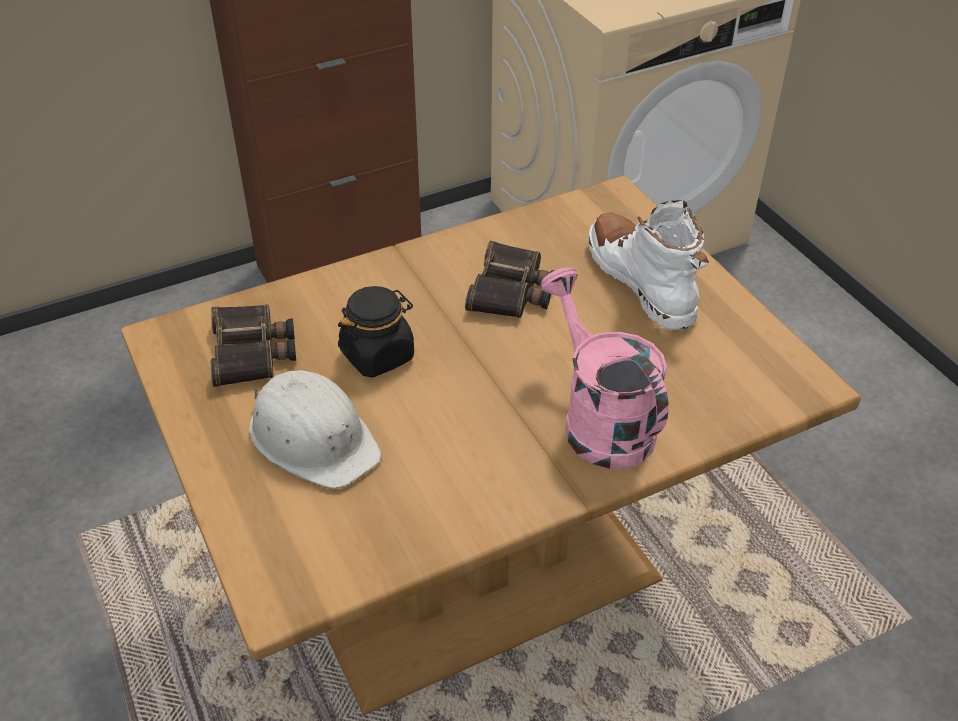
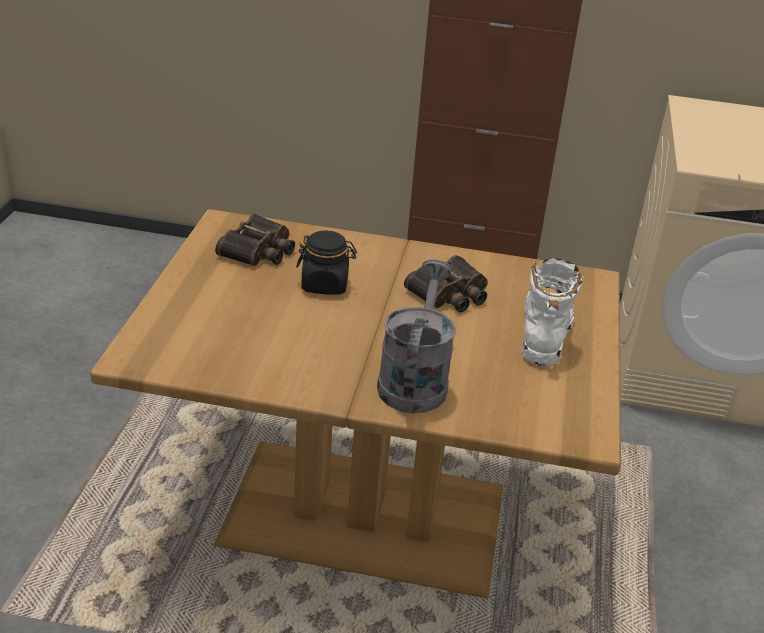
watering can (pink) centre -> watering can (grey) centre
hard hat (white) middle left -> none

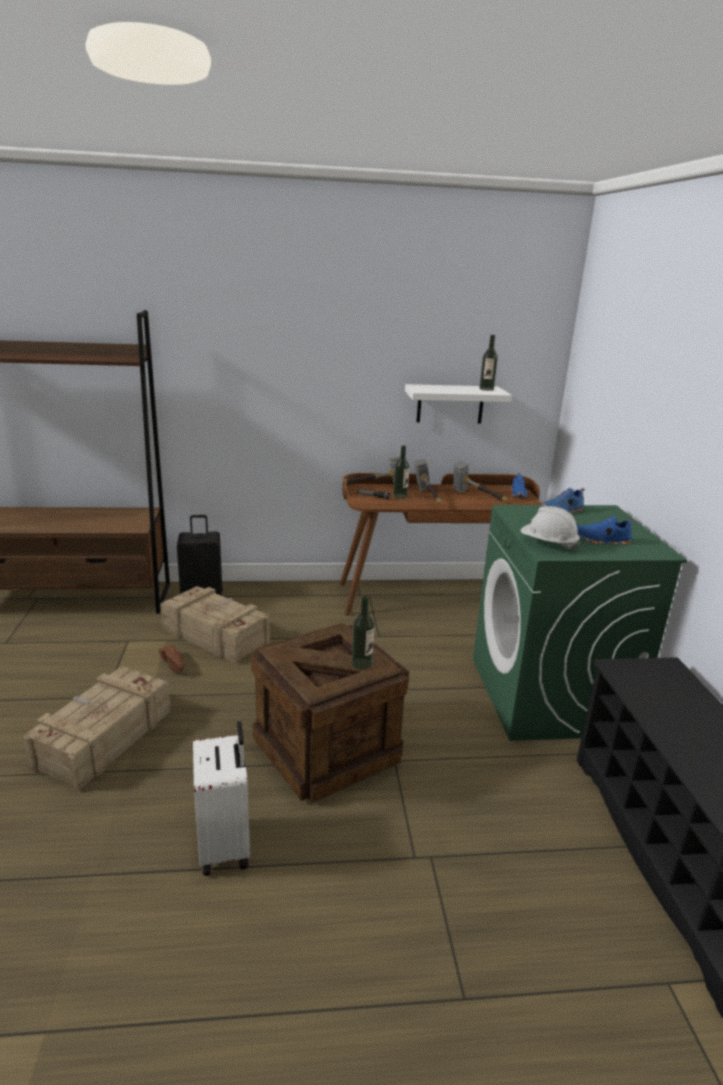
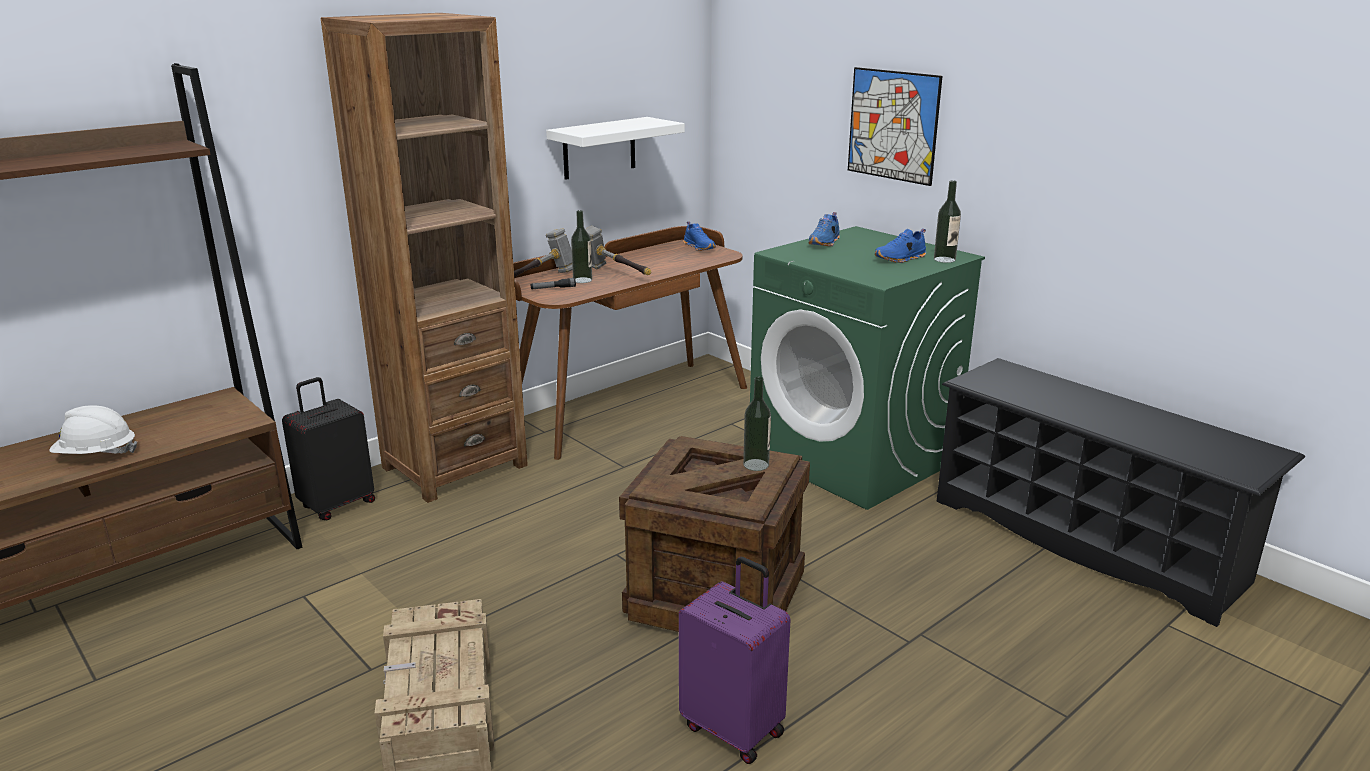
hard hat (white) middle right -> hard hat (white) middle left, relocated
none -> bookcase (brown) (no. 2 from left) middle left
suitcase (white) bottom left -> suitcase (purple) bottom centre
none -> picture top centre
bottle (no. 3 from left) middle right -> bottle (no. 3 from left) top right, relocated
shoe (brown) middle left -> none
crate (no. 2 from left) middle left -> none
hammer (no. 3 from left) centre -> none

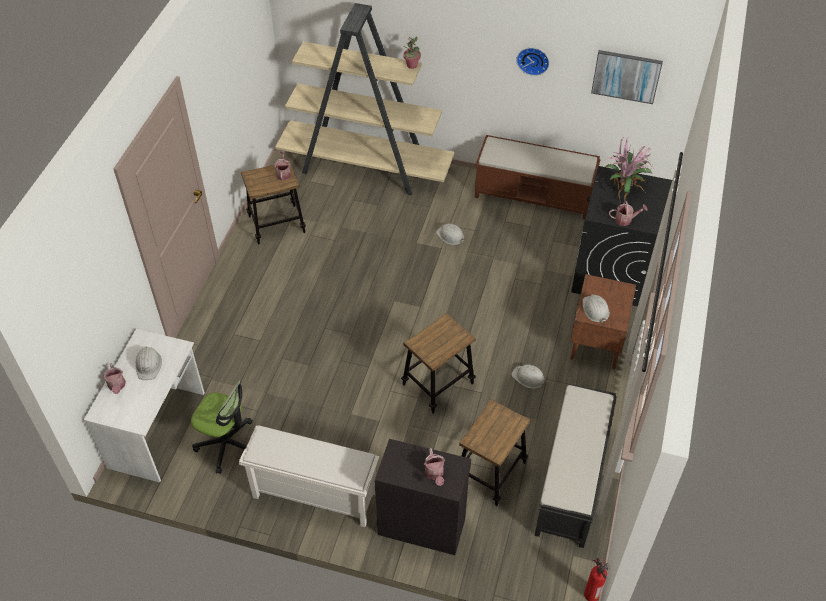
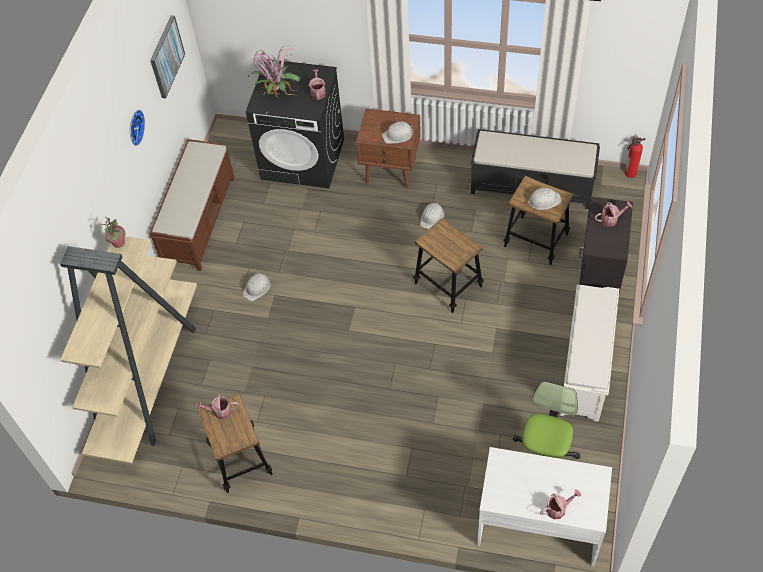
hard hat (white) (no. 1 from left in the first image) middle left -> hard hat (white) (no. 4 from left) middle right, relocated

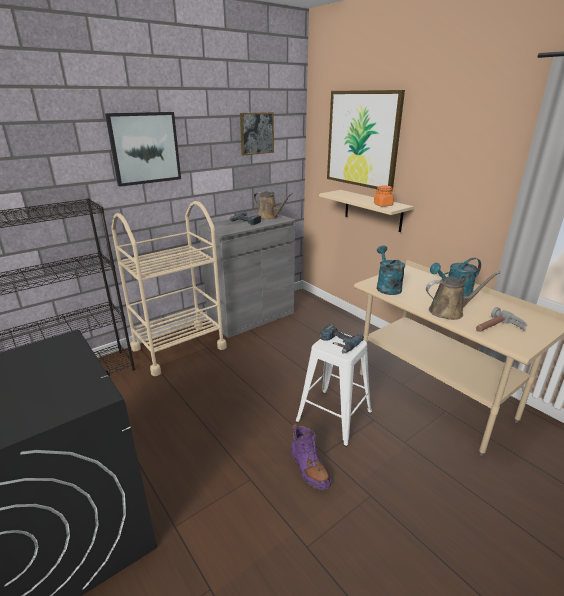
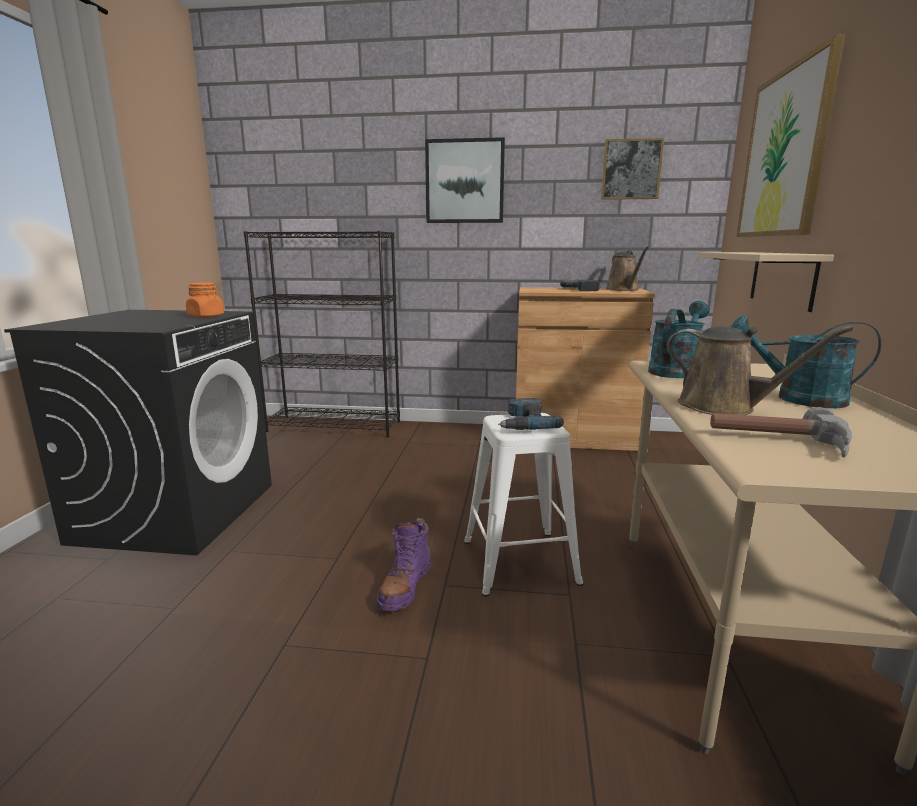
jar (orange) top right -> jar (orange) middle left, relocated
cabinet (grey) centre -> cabinet (brown) centre
cart (beige) middle left -> none

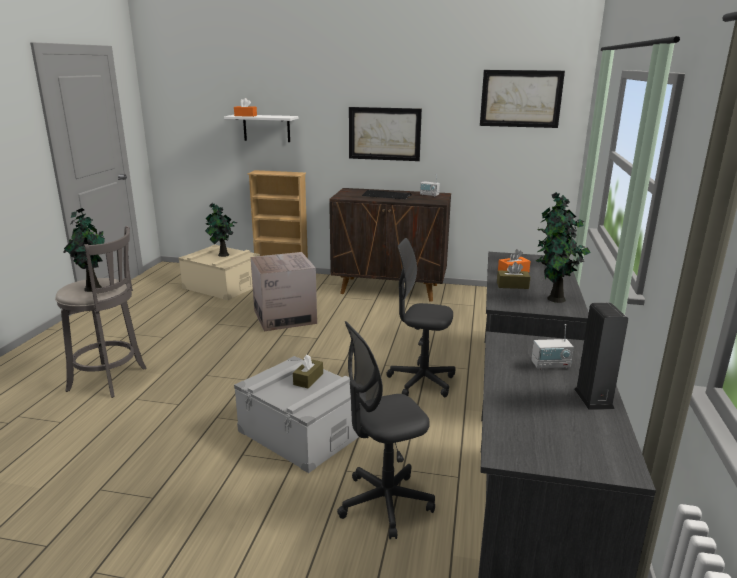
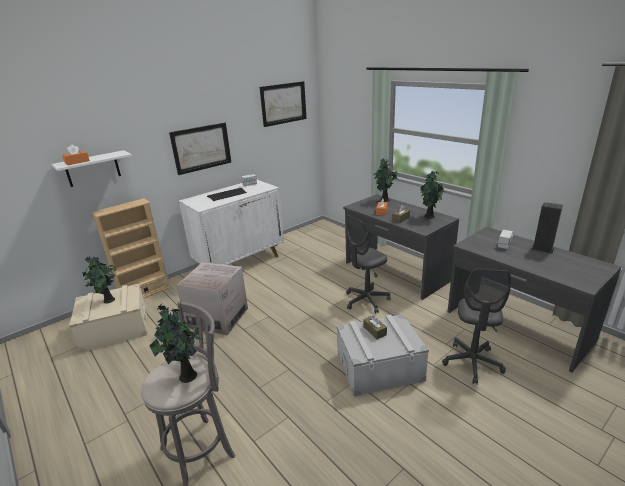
cabinet (brown) centre -> cabinet (white) centre

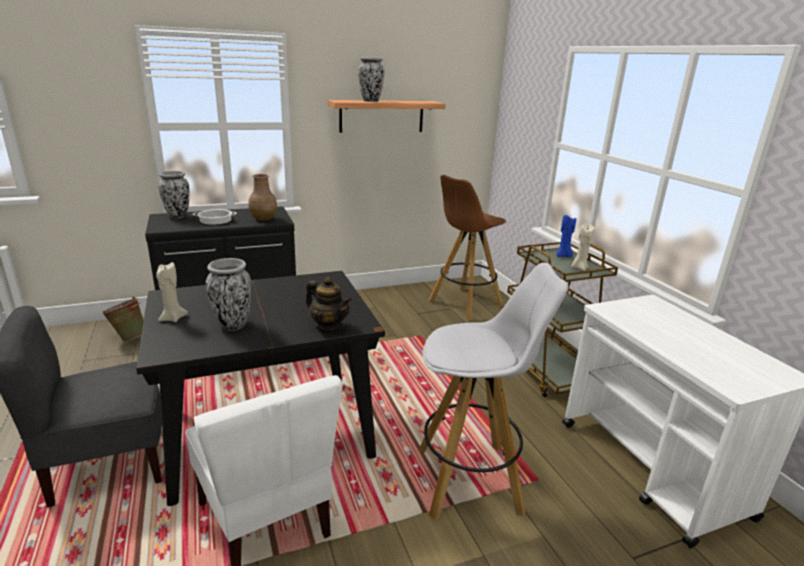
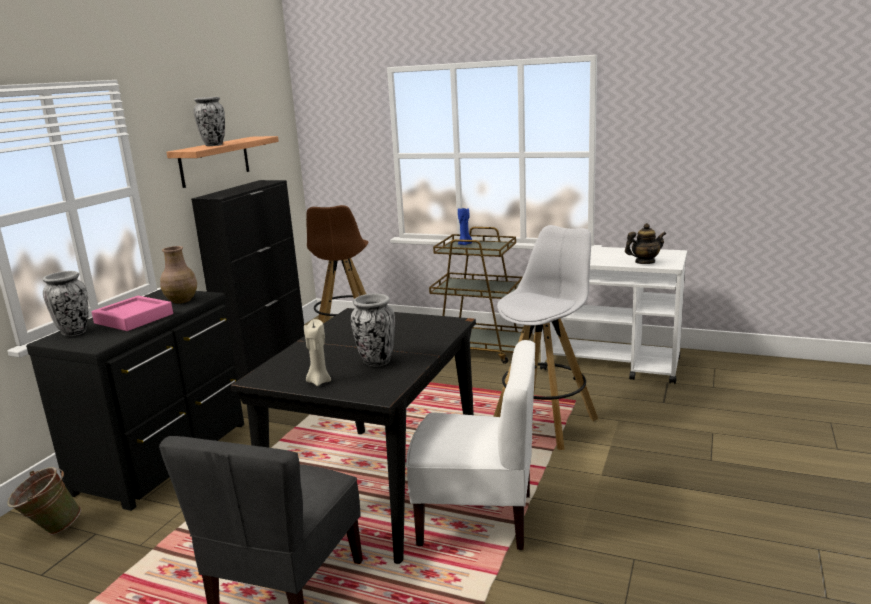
cooking pot middle left -> tray (pink) middle left
none -> cabinet (black) middle left
teapot centre -> teapot middle right, relocated
candle (beige) (no. 2 from left) middle right -> none

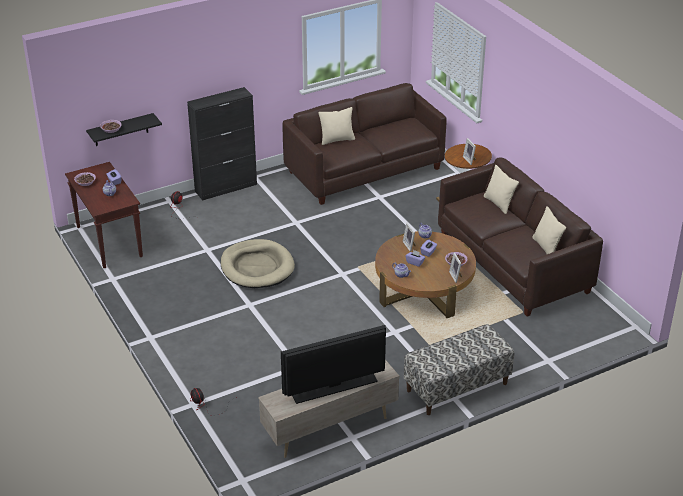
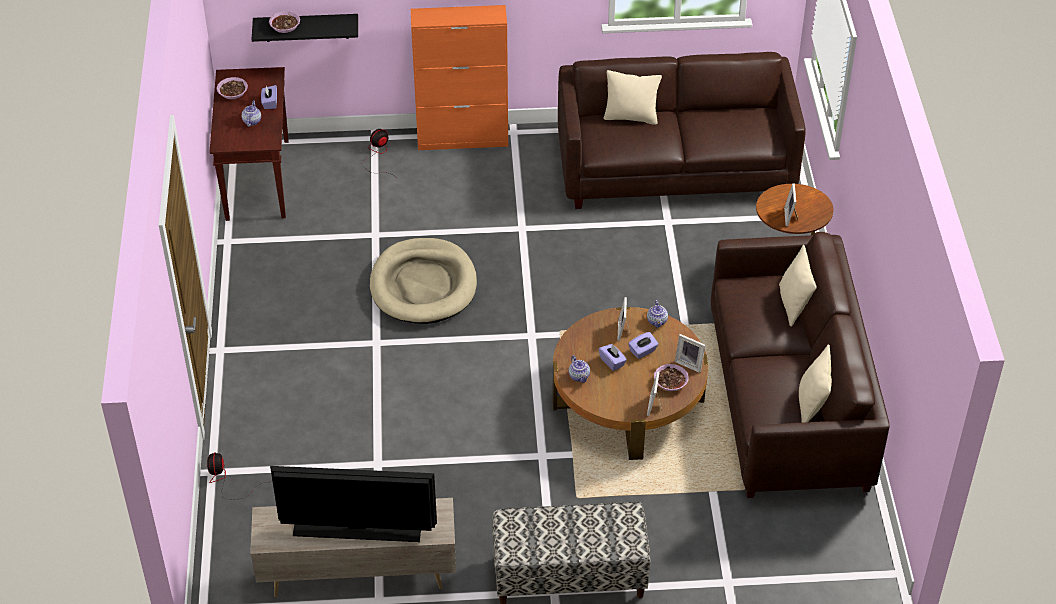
cabinet (black) top left -> cabinet (orange) top centre
none -> picture frame (no. 3 from left) centre

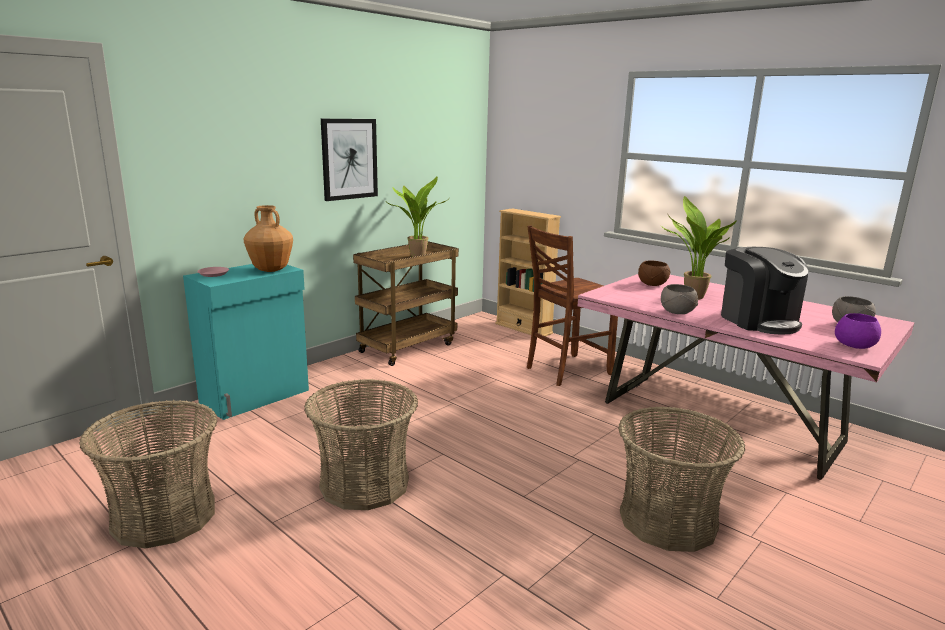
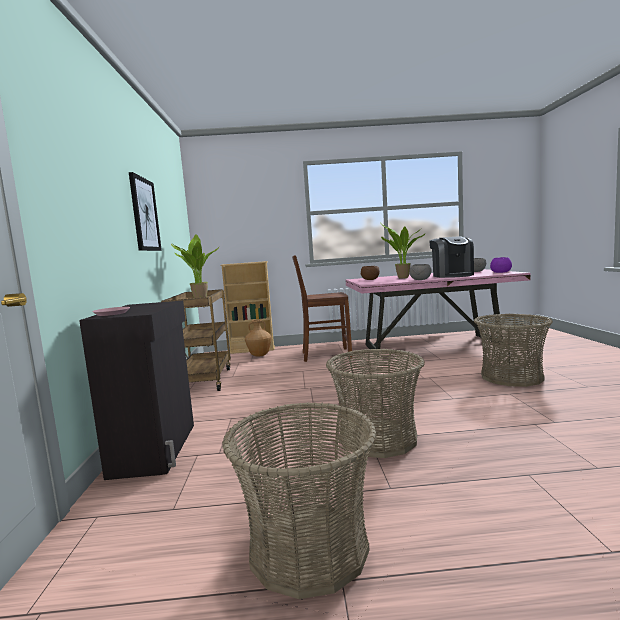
cabinet (turquoise) middle left -> cabinet (black) middle left
vase (brown) middle left -> vase (brown) centre, relocated
chair (brown) centre, 75 degrees clockwise
coffee machine middle right, 60 degrees clockwise

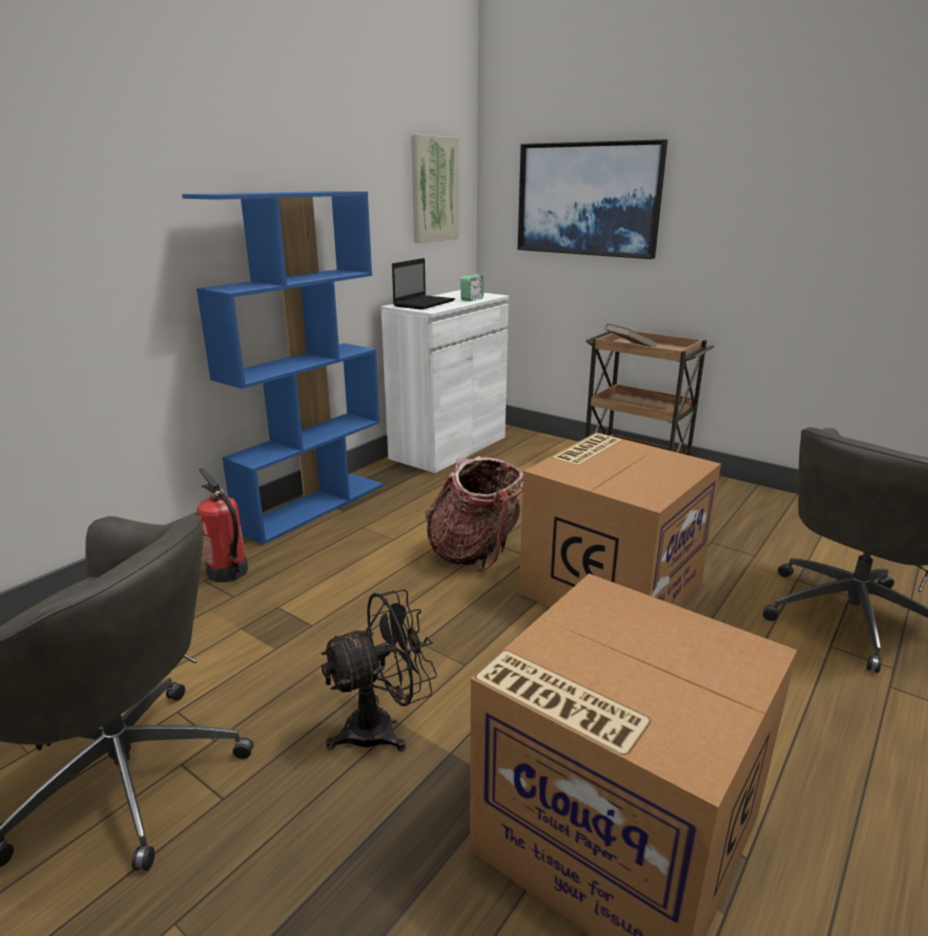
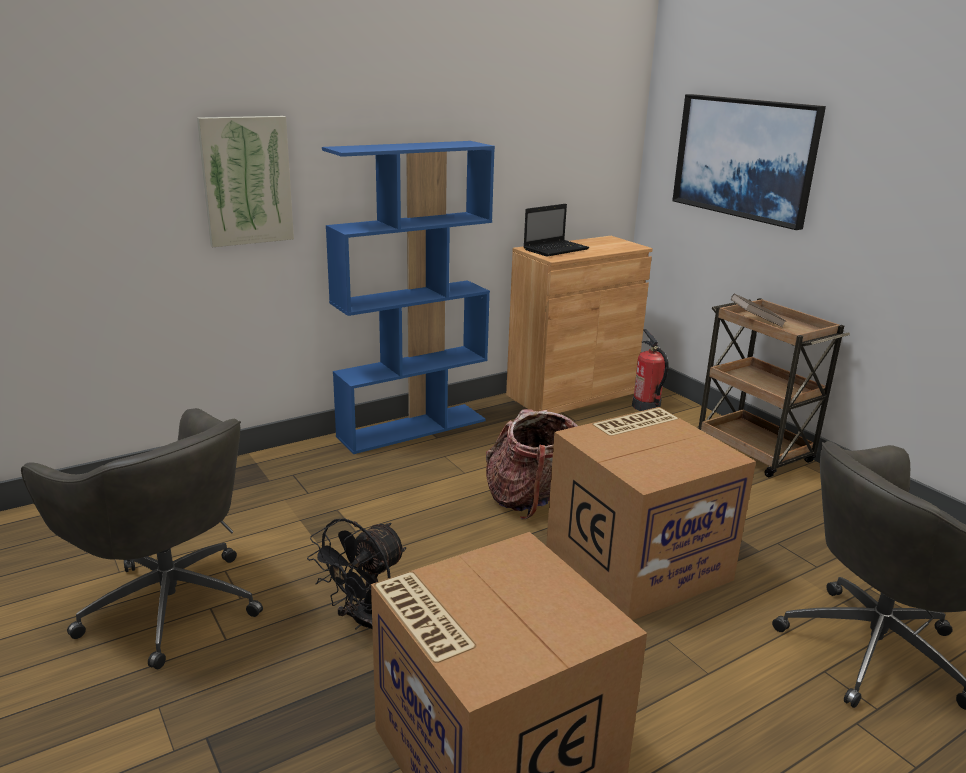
picture (no. 1 from left) top centre -> picture (no. 1 from left) top left, relocated
fan (black) bottom centre, 135 degrees clockwise
cabinet (white) centre -> cabinet (brown) centre
fire extinguisher middle left -> fire extinguisher middle right, relocated
alarm clock top centre -> none

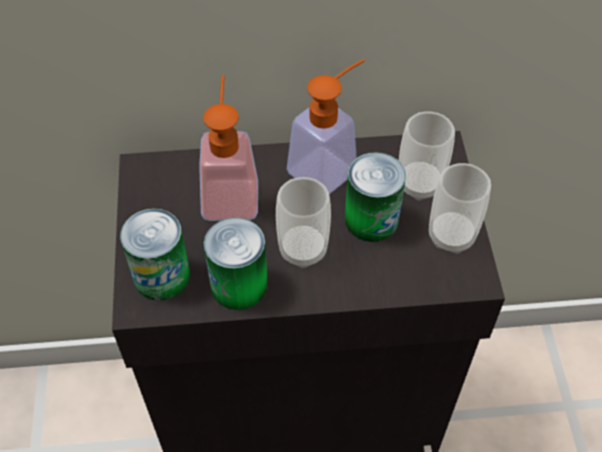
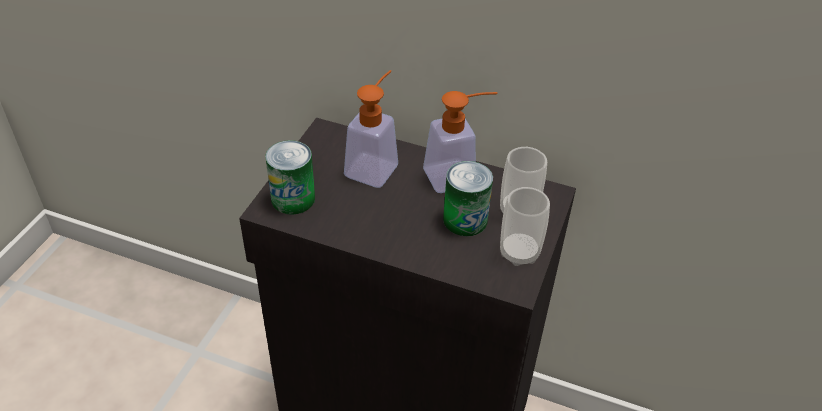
can (no. 2 from left) centre -> none
cup (no. 1 from left) centre -> none

